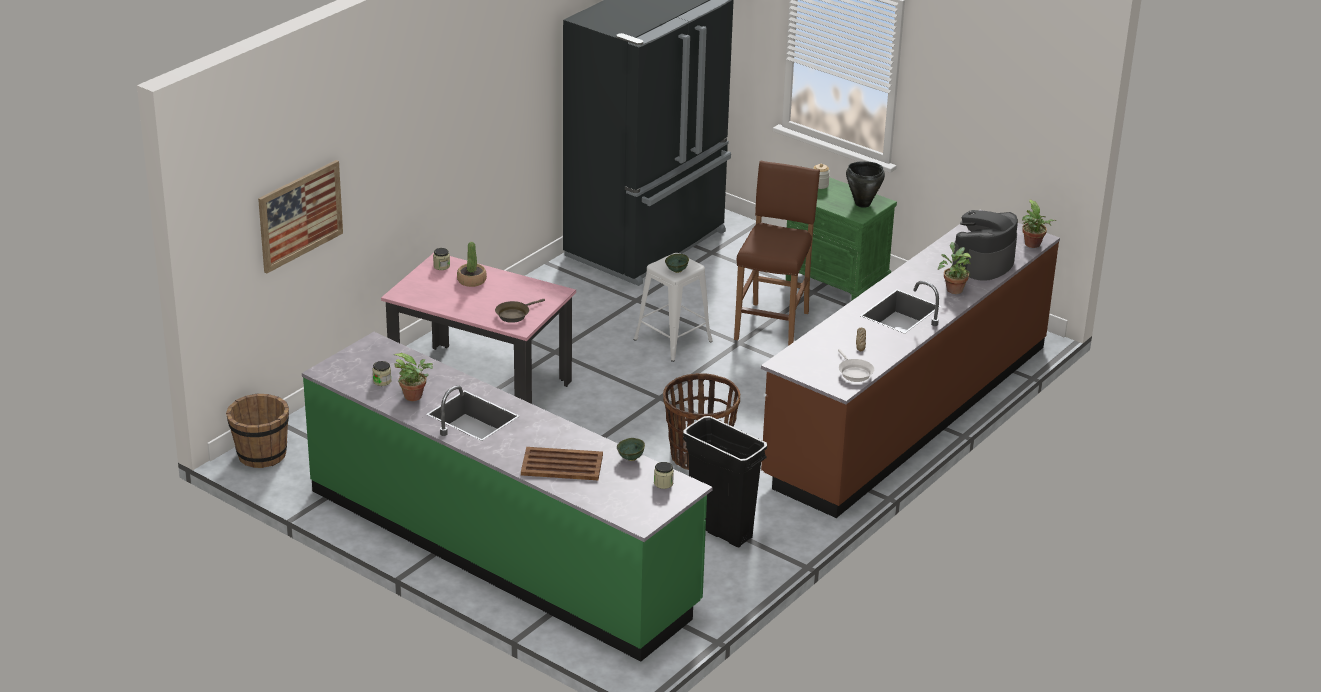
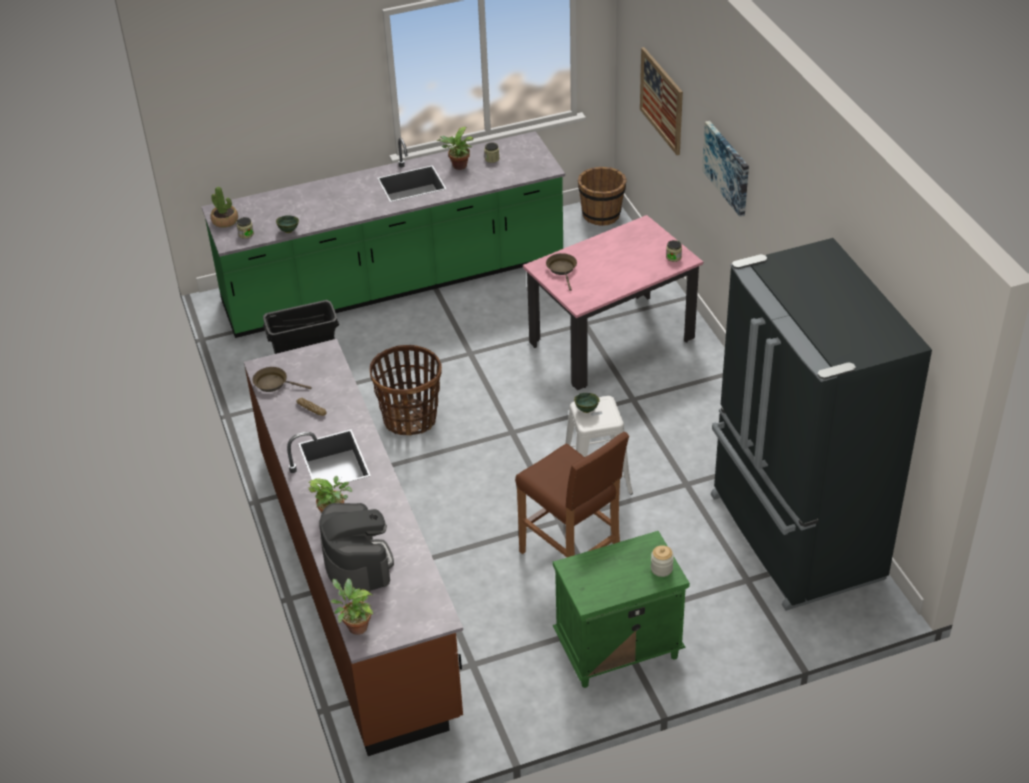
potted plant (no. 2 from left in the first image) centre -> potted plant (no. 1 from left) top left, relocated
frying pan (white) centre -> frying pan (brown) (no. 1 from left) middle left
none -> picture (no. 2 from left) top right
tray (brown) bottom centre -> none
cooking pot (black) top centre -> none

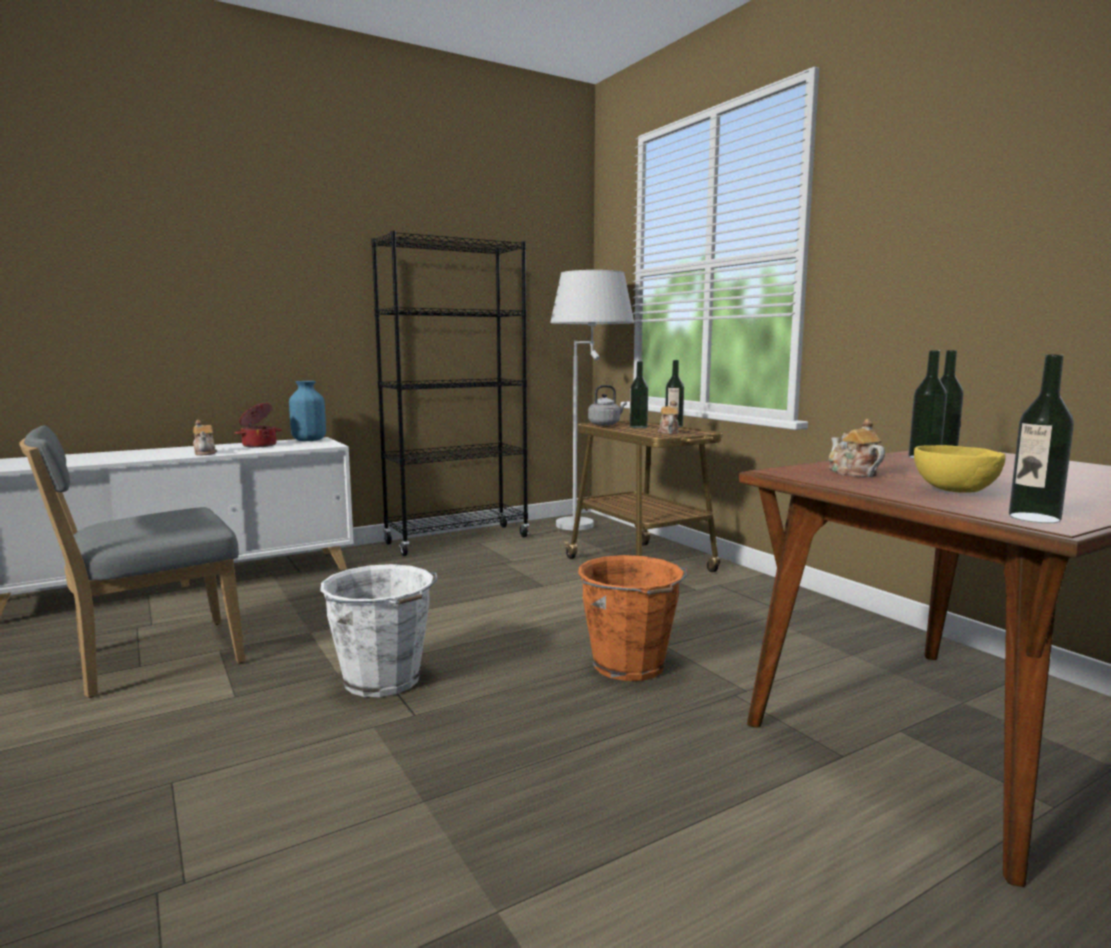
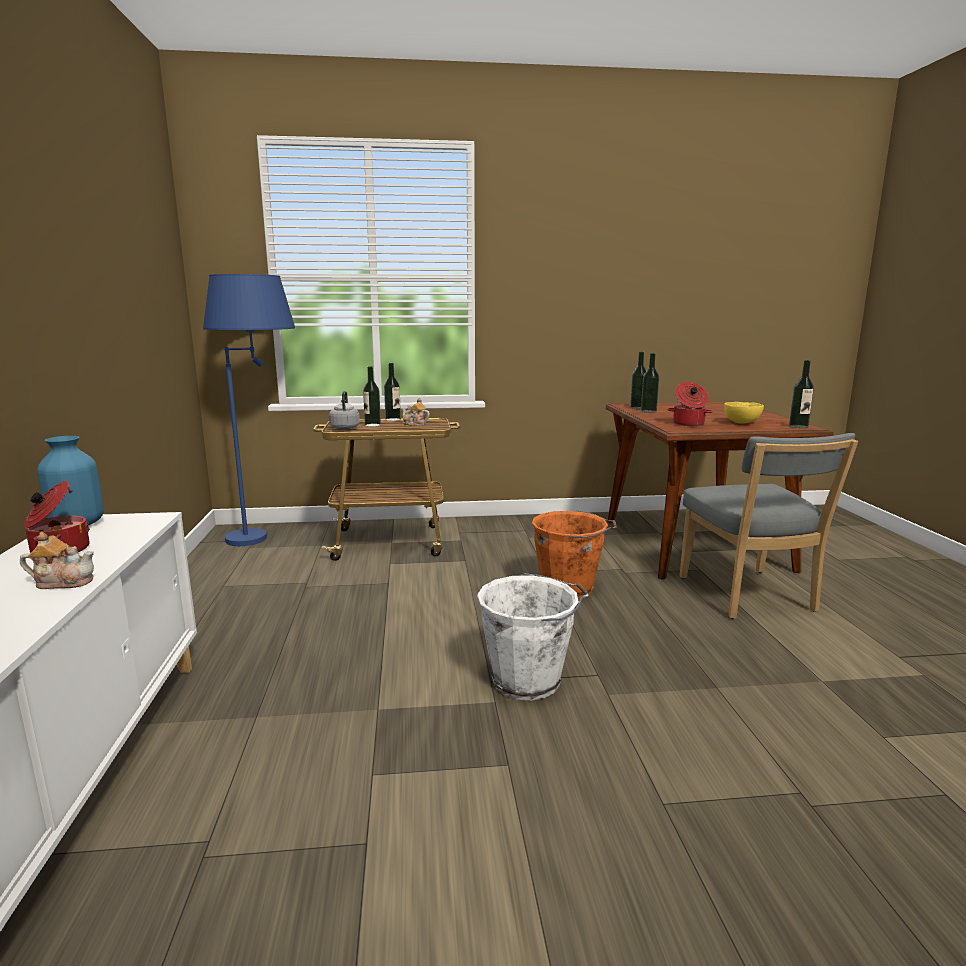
floor lamp (white) centre -> floor lamp (blue) middle left
teapot (no. 3 from left) middle right -> cooking pot (no. 2 from left) middle right
chair (grey) middle left -> chair (grey) middle right, relocated
bookcase (black) centre -> none

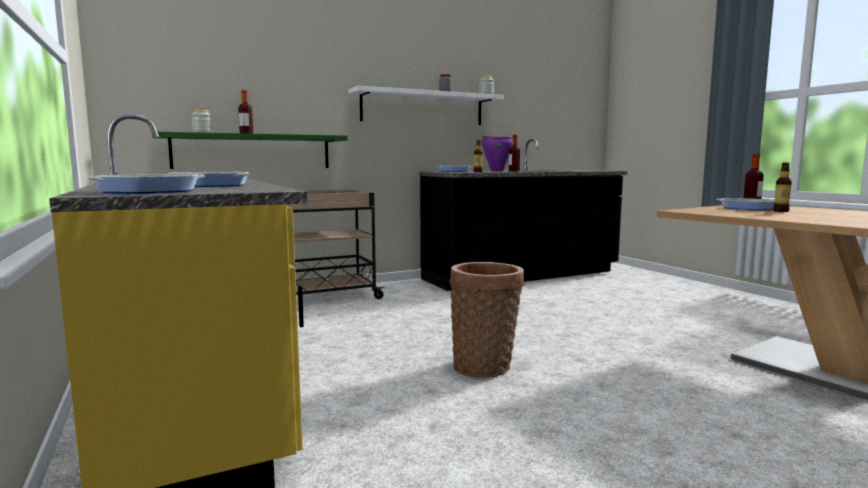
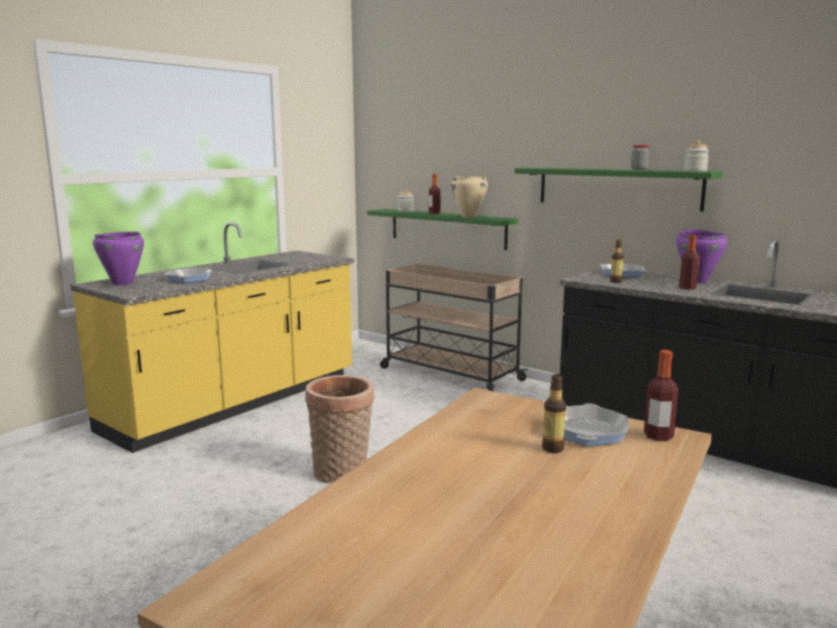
frying pan (no. 1 from left) middle left -> cooking pot (purple) (no. 1 from left) middle left
none -> cooking pot (beige) top centre
shelf (white) top centre -> shelf (green) (no. 2 from left) top right

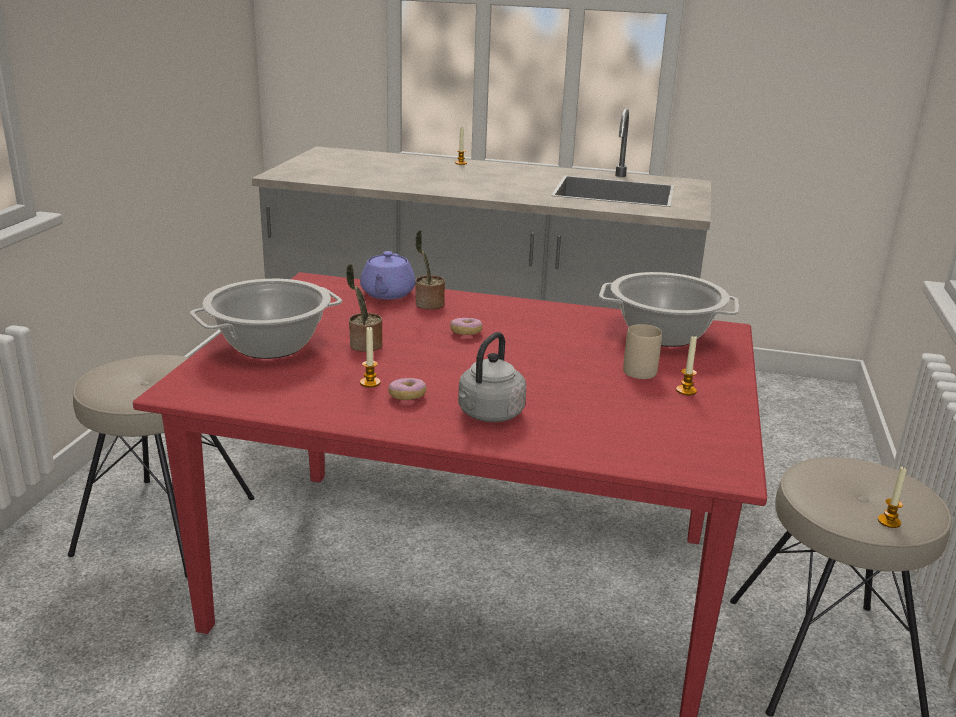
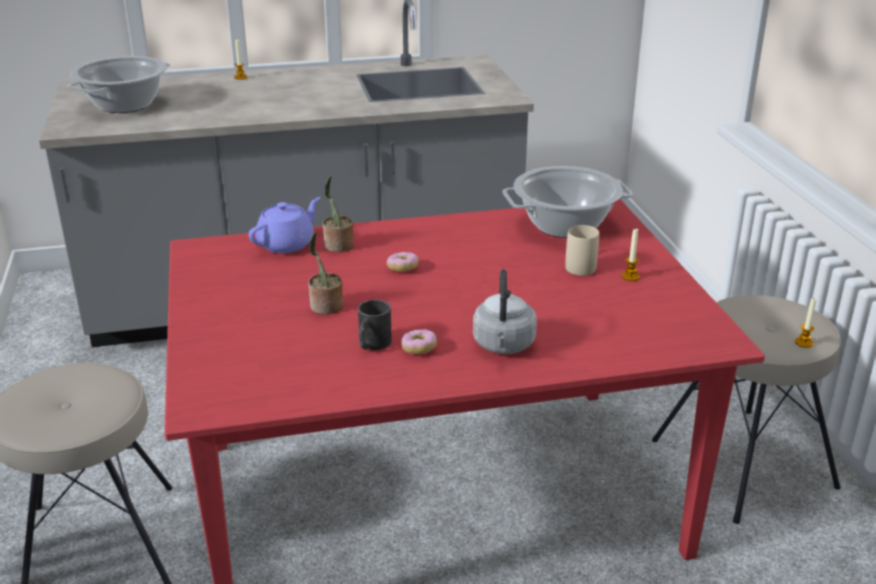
cooking pot (no. 1 from left) middle left -> cooking pot (no. 1 from left) top left, relocated
teapot (purple) centre -> teapot (purple) middle left, 120 degrees counterclockwise
candle (no. 1 from left) centre -> mug (black) centre

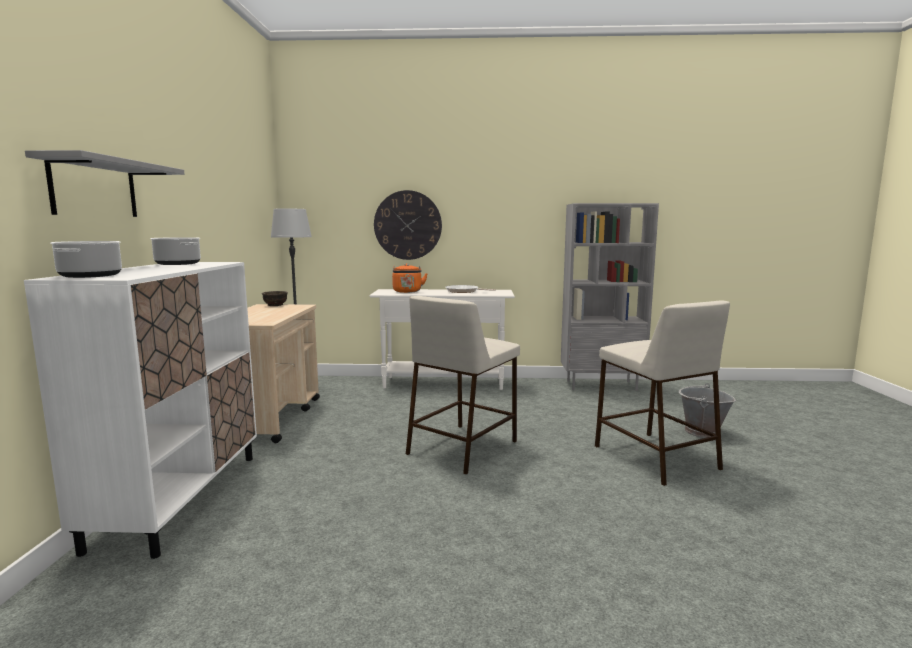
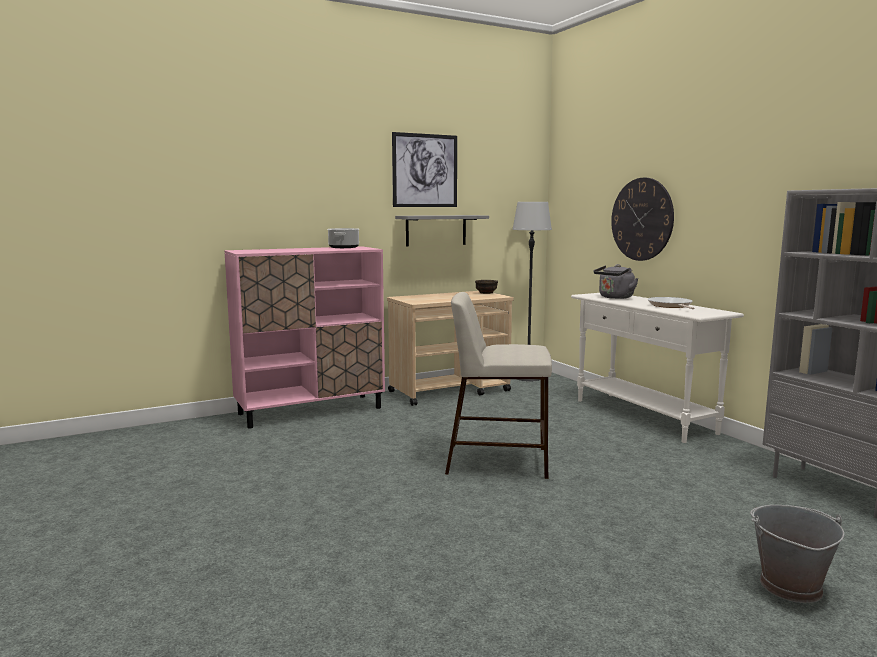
cabinet (white) middle left -> cabinet (pink) centre
none -> picture top centre
shelf (grey) top left -> shelf (grey) centre, relocated
kettle (orange) centre -> kettle (grey) middle right
cooking pot (no. 1 from left) middle left -> none
stool (beige) (no. 2 from left) middle right -> none

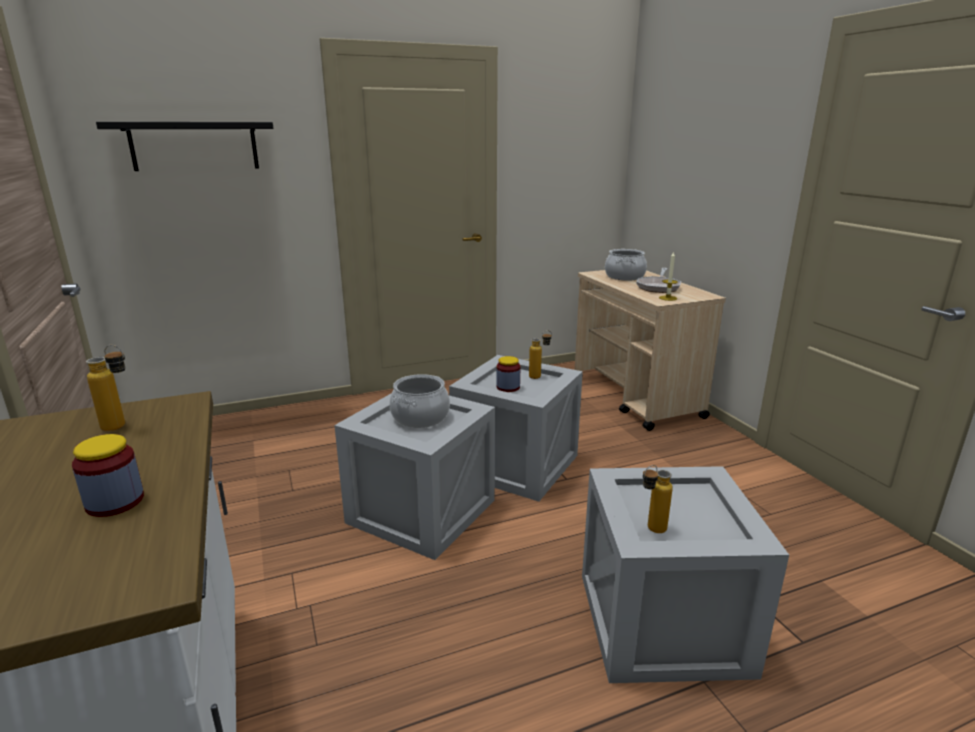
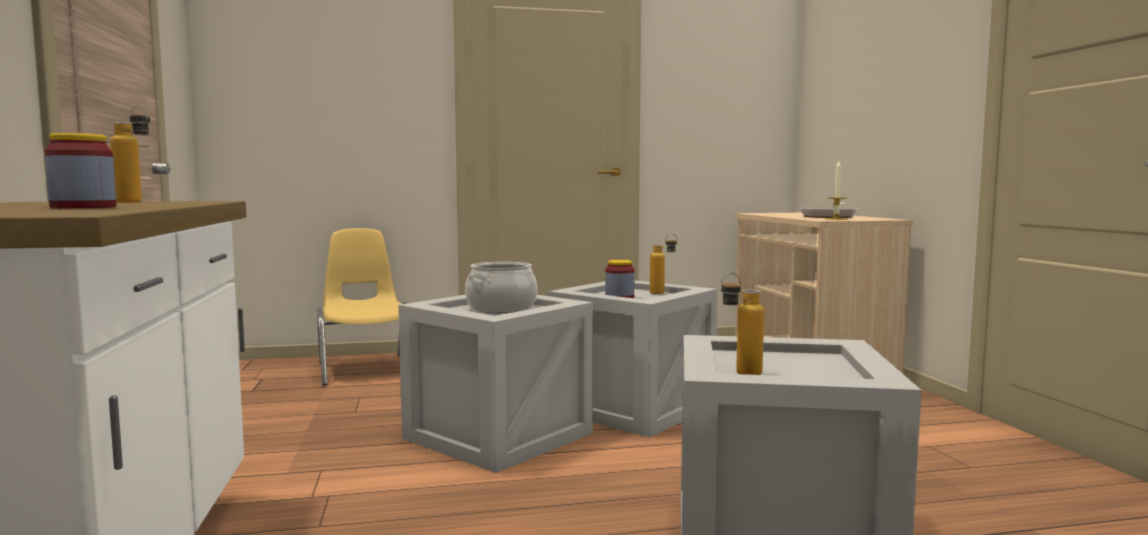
none -> chair (yellow) middle left
shelf (black) top left -> none
cooking pot (no. 2 from left) centre -> none

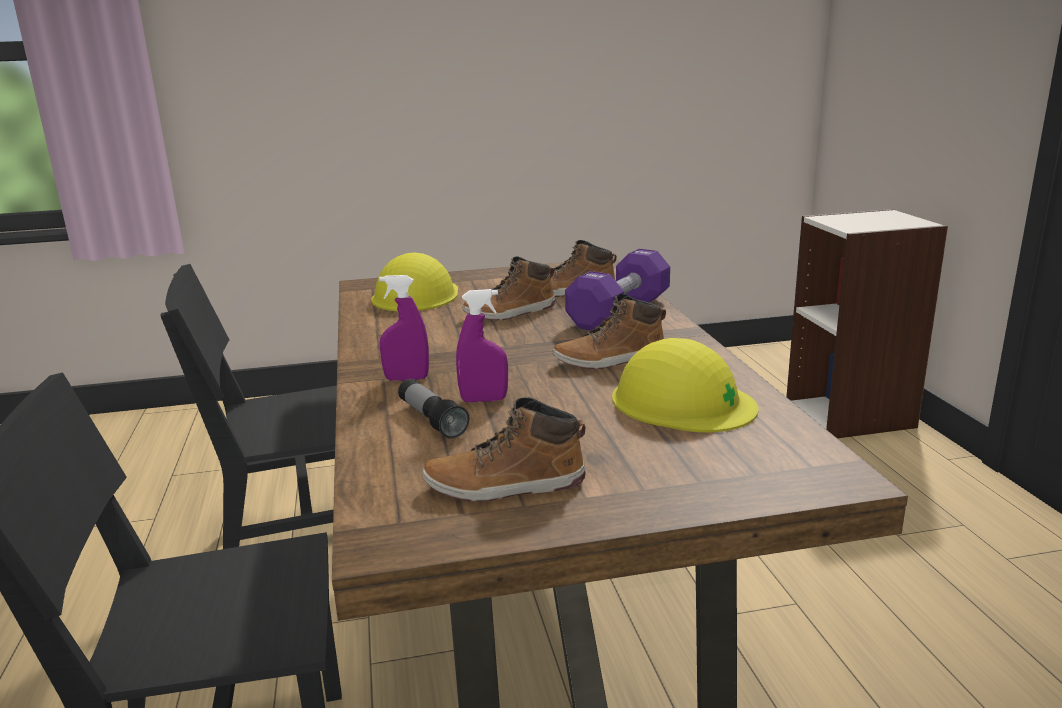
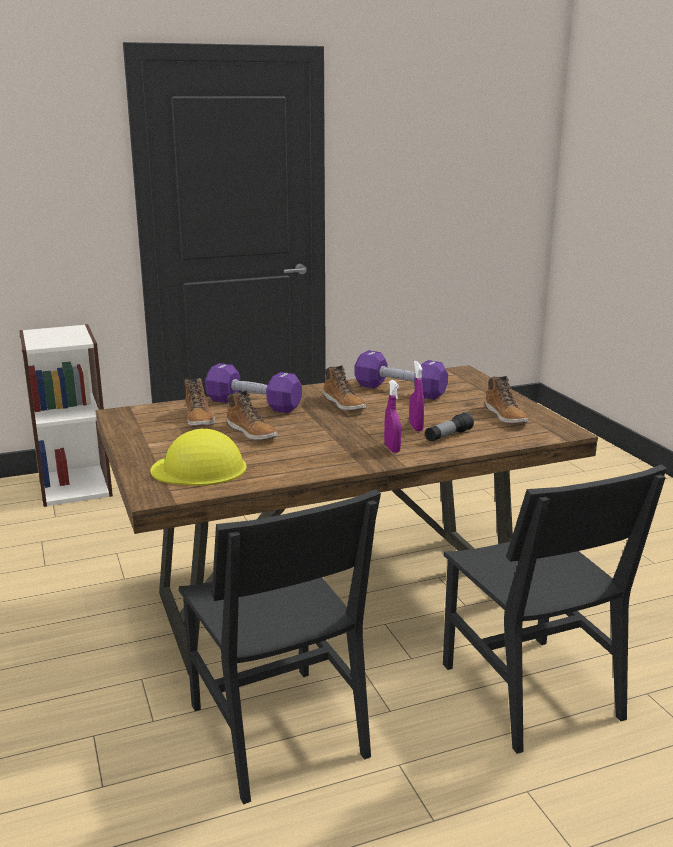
hard hat (yellow) (no. 2 from left) centre -> dumbbell (purple) (no. 2 from left) centre

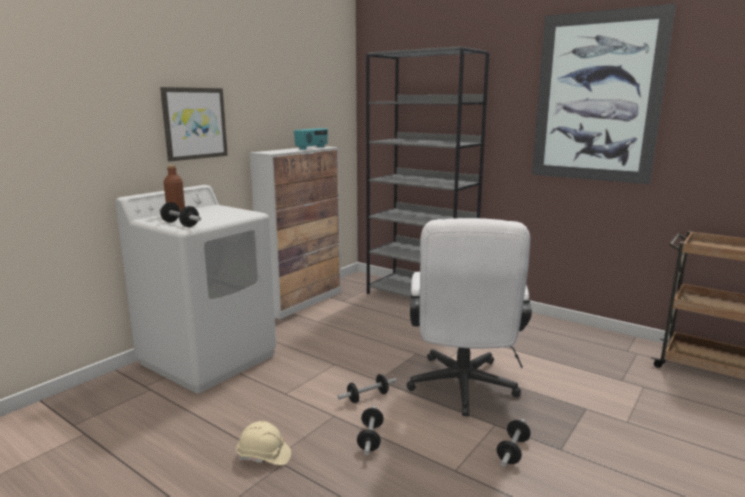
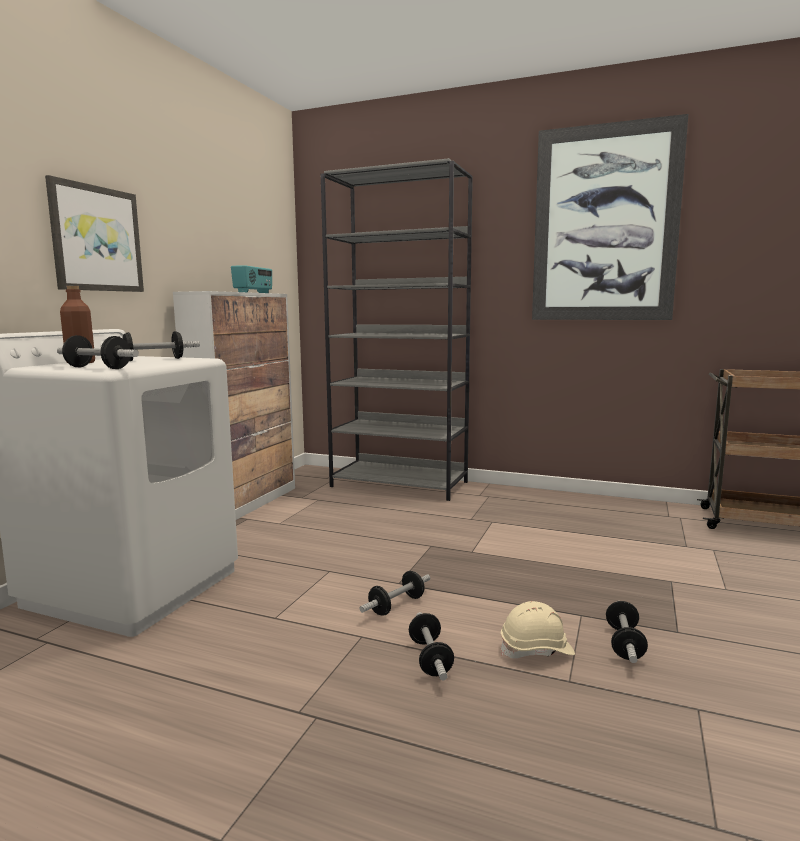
none -> dumbbell (no. 2 from left) middle left
hard hat (beige) bottom centre -> hard hat (beige) bottom right, relocated
office chair (white) centre -> none

